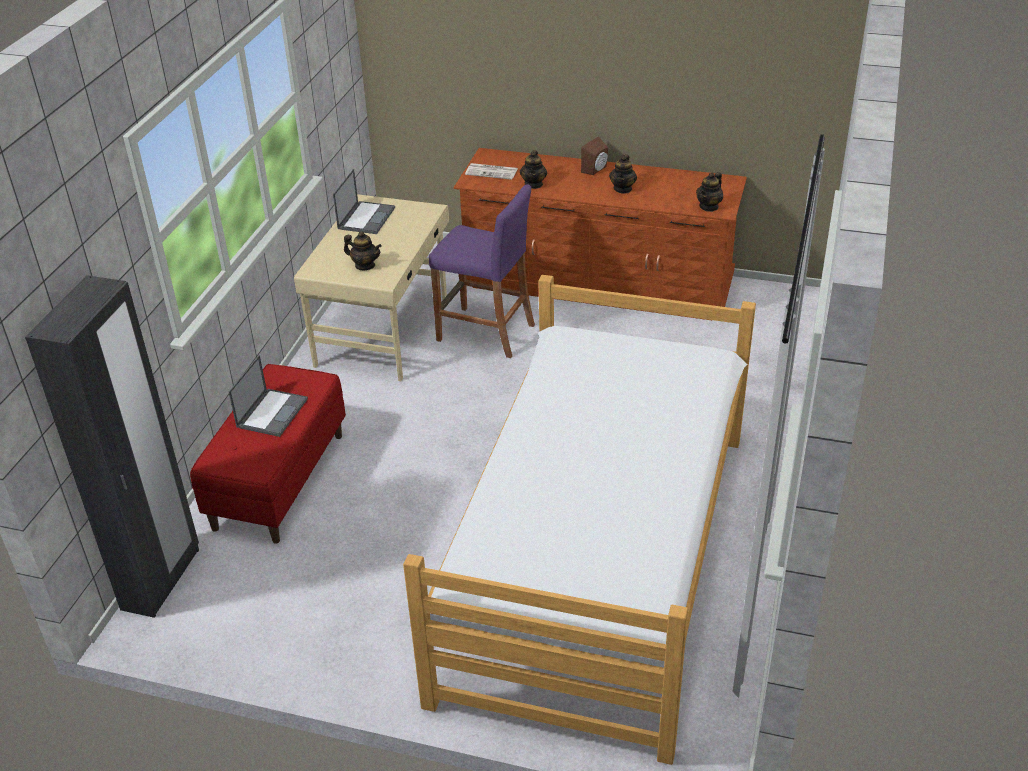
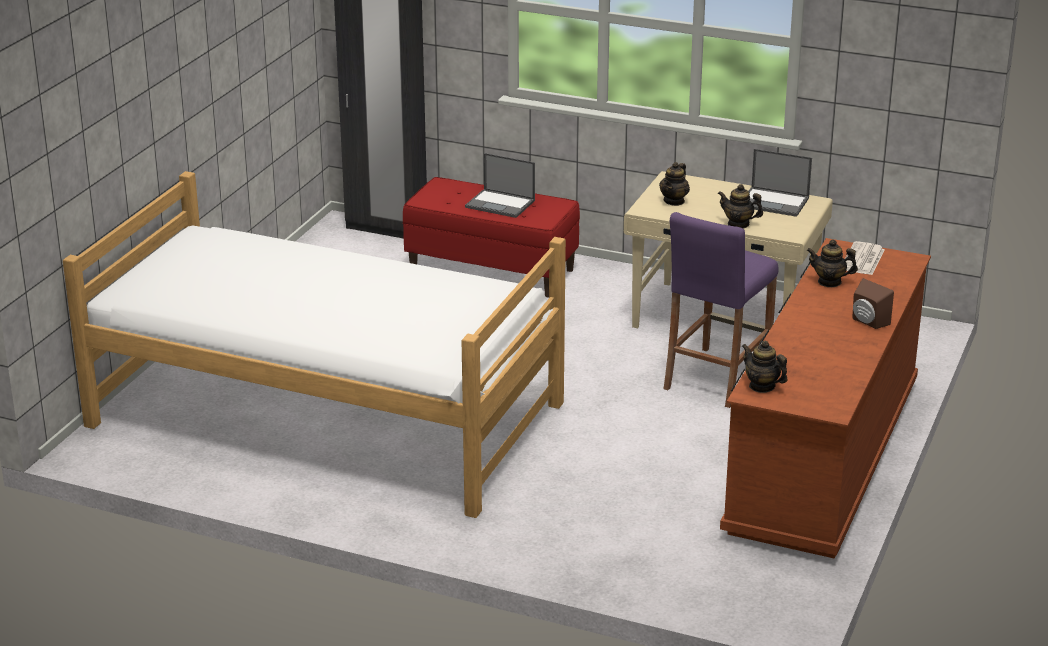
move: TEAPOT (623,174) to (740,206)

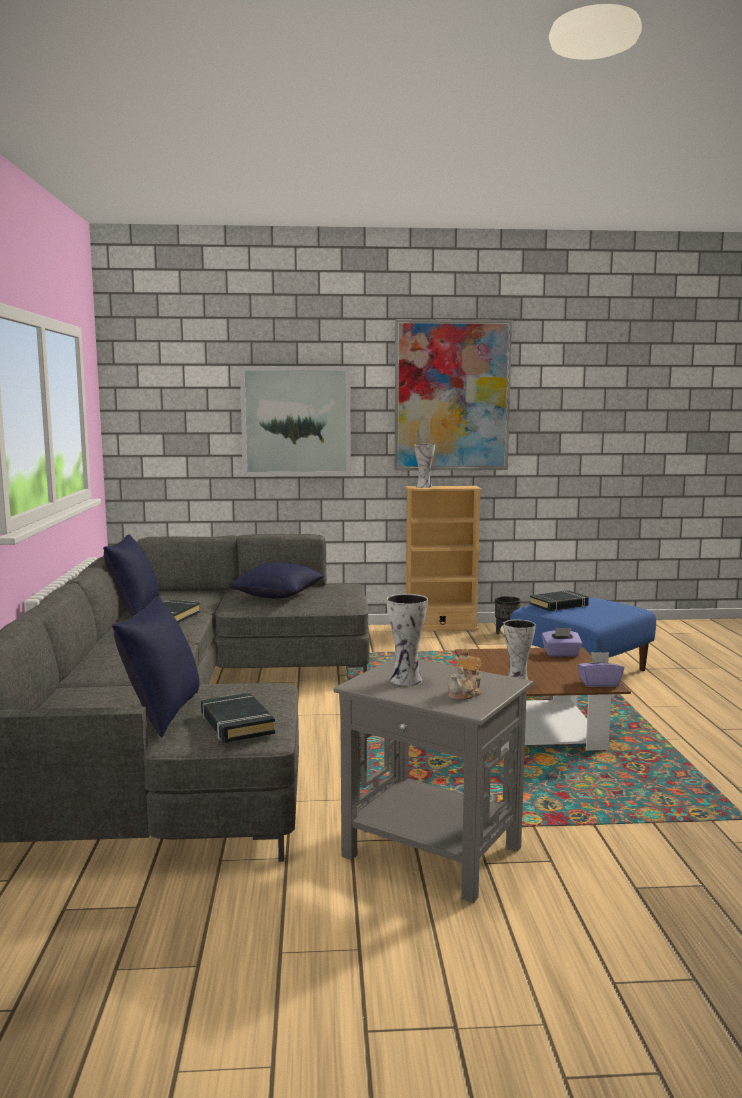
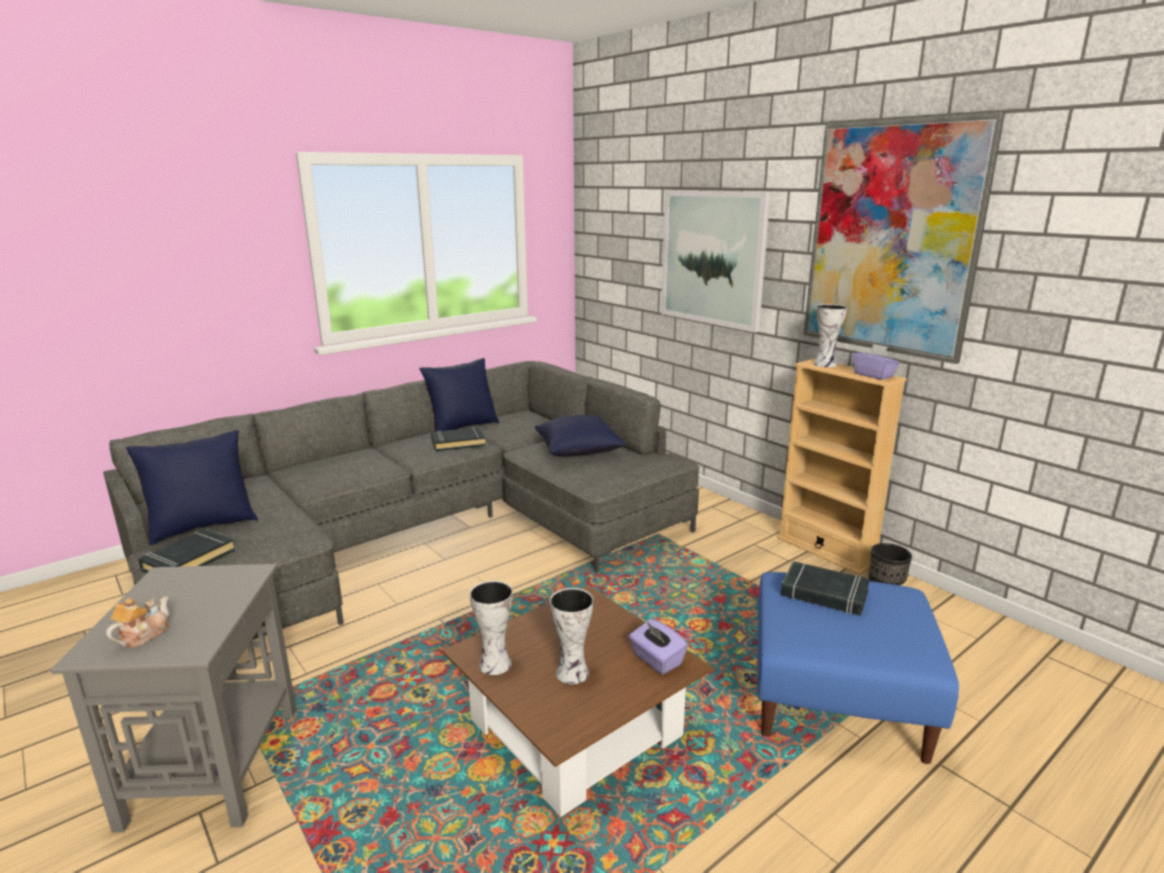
move: FLOWER VASE (407,640) to (571,636); PURPLE TISSUE BOX (600,669) to (876,362)
rotate: TEAPOT (465,674) = (138,622) 120 degrees clockwise

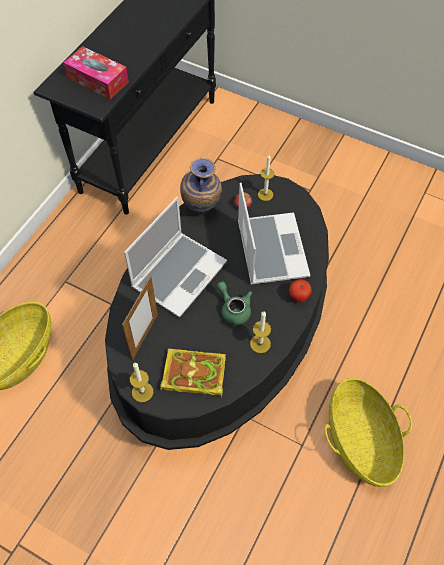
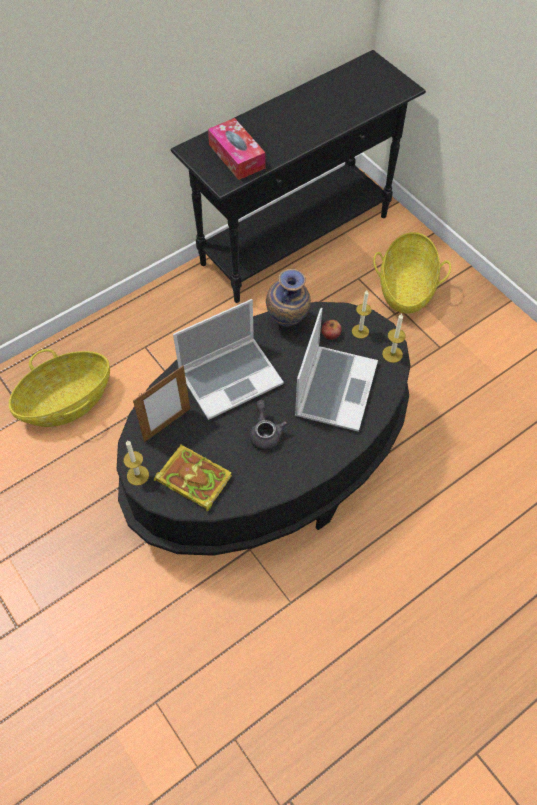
delete: APPLE FRUIT (300,291)
move: HOUSEHOLD BASKET (368,432) to (412,273); CANDLE (260,332) to (394,338)
recolor: GREENISH TEAPOT (234,303) to GRAY TEAPOT (269,425)

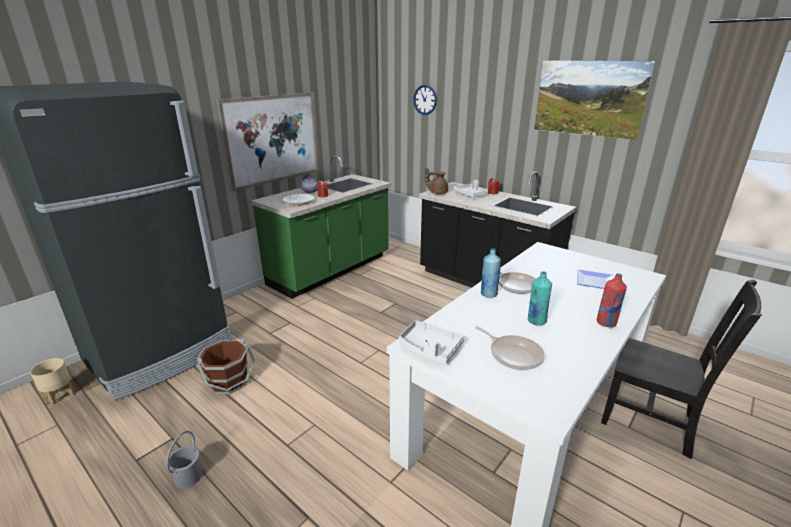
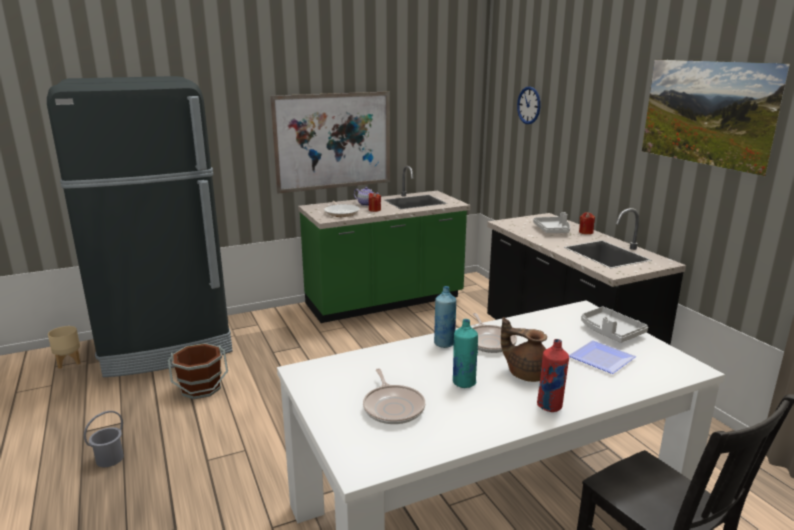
move: BROWN TEAPOT (436,181) to (524,349); GRAY TRAY (431,342) to (614,325)

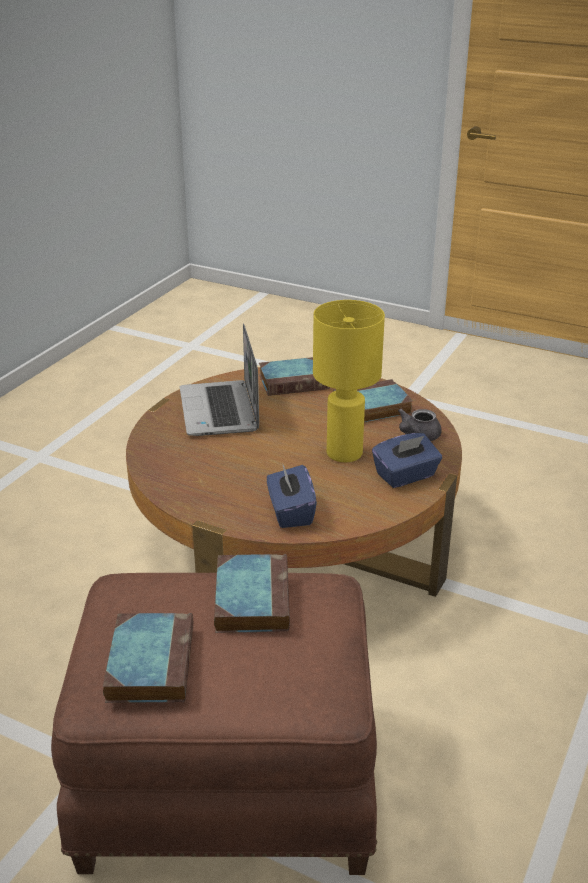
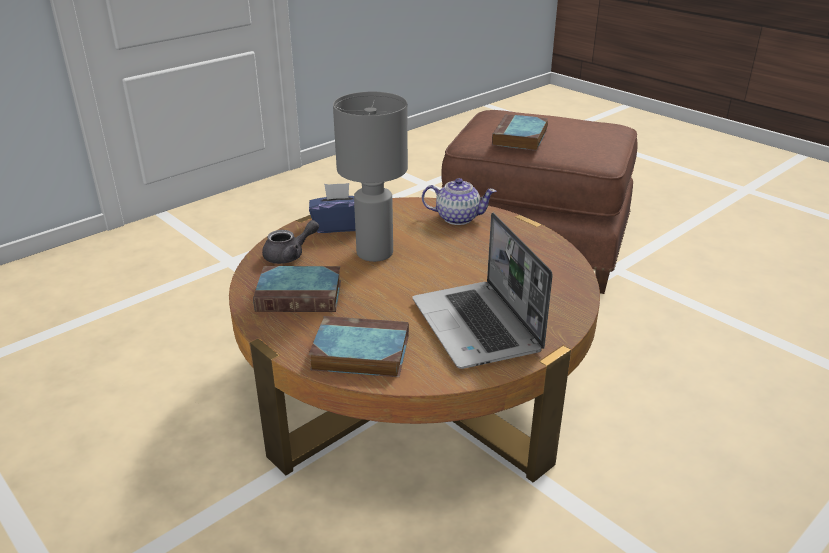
delete: BOUND BOOK (148,658)
replace: BLUE-COLOURED TISSUE BOX (292,496) to TEAPOT (459,201)
recolor: YELLOW TABLE LAMP (349,381) to GRAY TABLE LAMP (370,177)
rotate: LAPTOP (219,379) = (482,291) 150 degrees clockwise

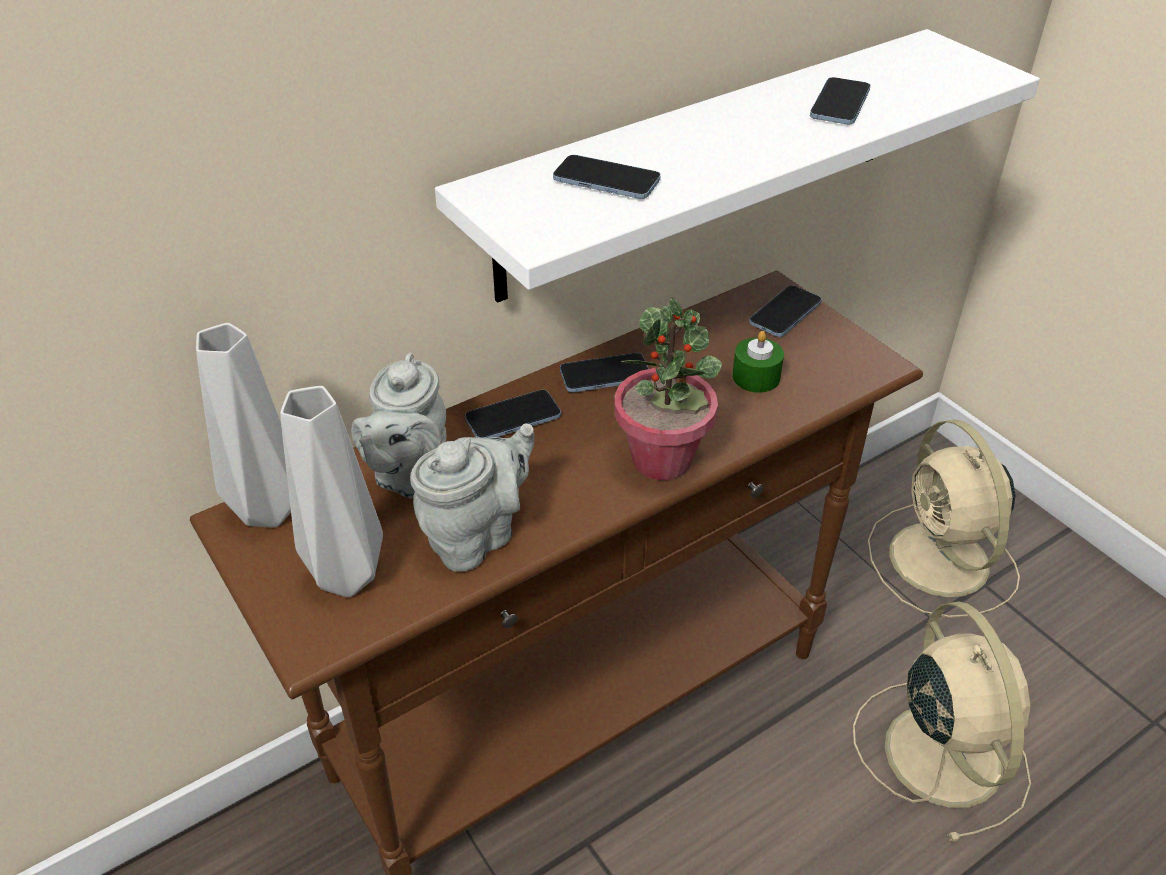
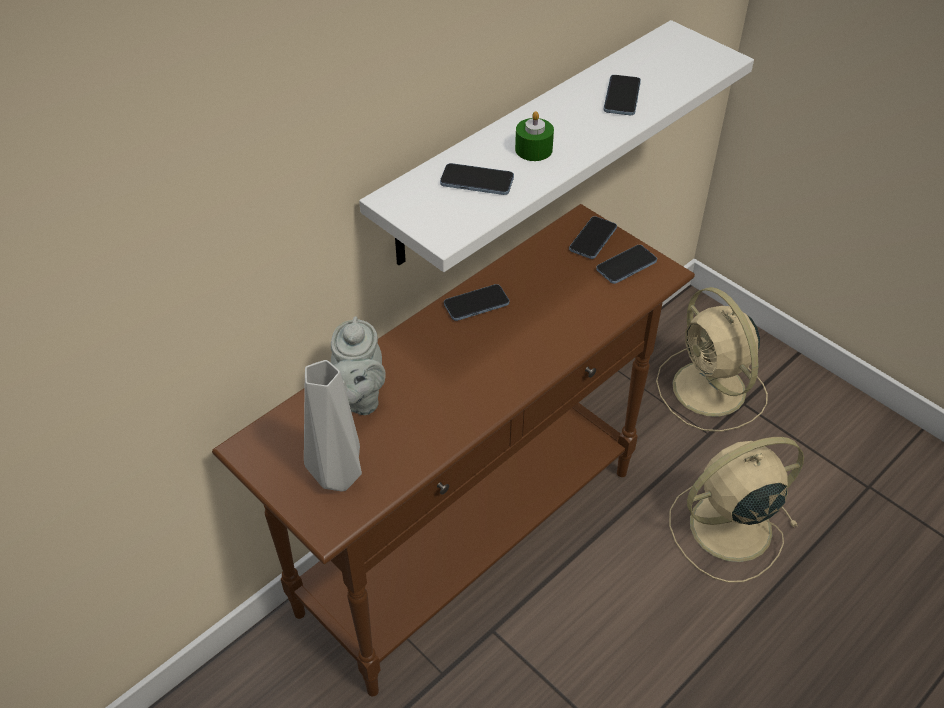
delete: GRAY FLOWER VASE (243,425); GRAY TEAPOT (472,497); HOUSEPLANT (668,388)
move: GREENISH CANDLE (758,362) to (534,136); PHONE (513,414) to (626,264)
rotate: BEIGE-COLOURED ELECTRIC FAN (942,722) = (736,510) 90 degrees counterclockwise

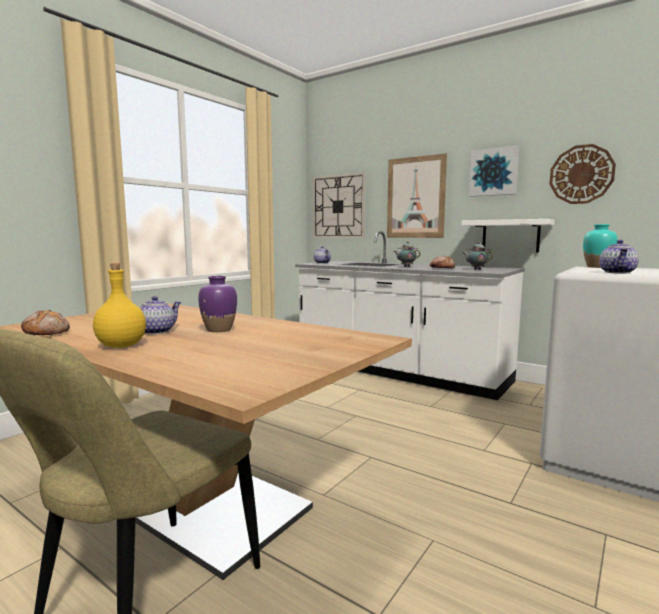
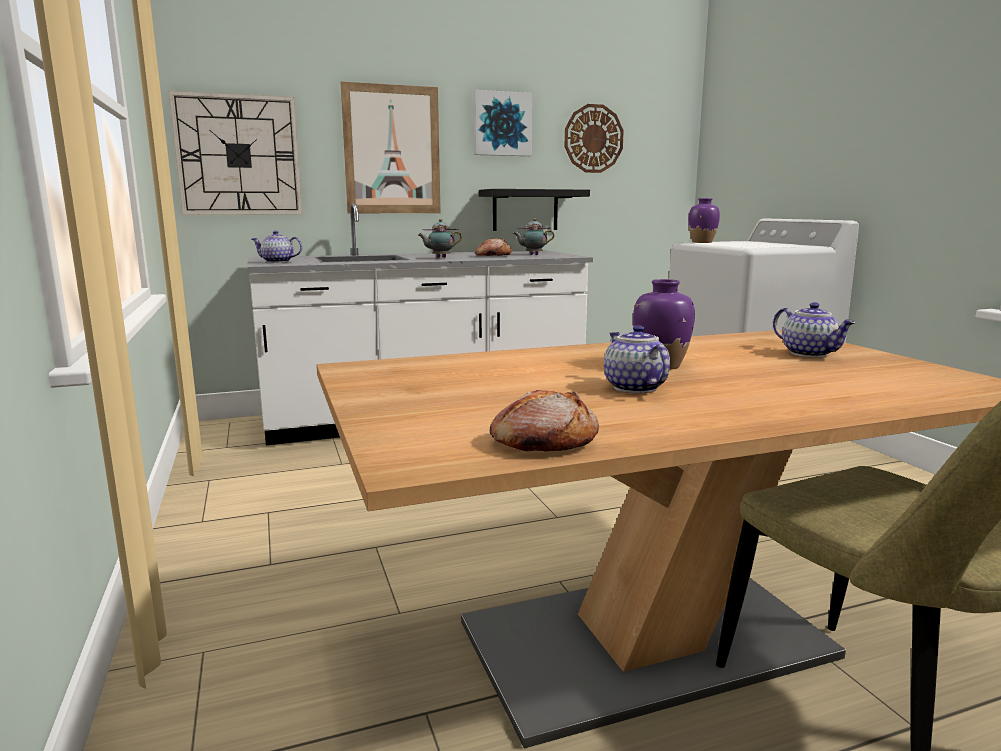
delete: YELLOW BEVERAGE BOTTLE (119,305)
move: TEAPOT (619,257) to (814,330)
recolor: WHITISH WALL SHELF (508,235) to BLACK-COLOURED WALL SHELF (534,210); TURQUOISE FLOWER VASE (600,246) to PURPLE FLOWER VASE (704,220)

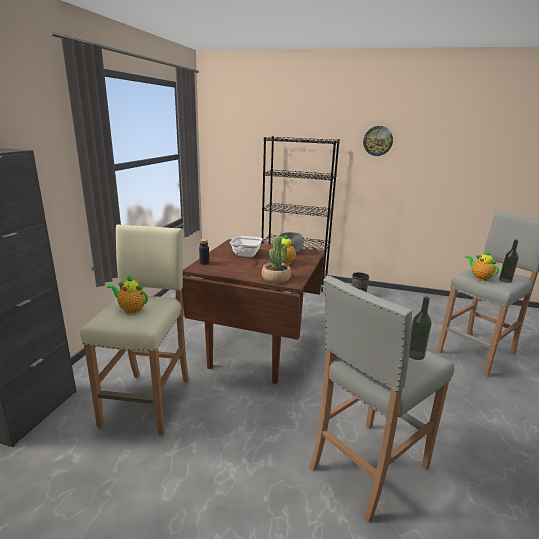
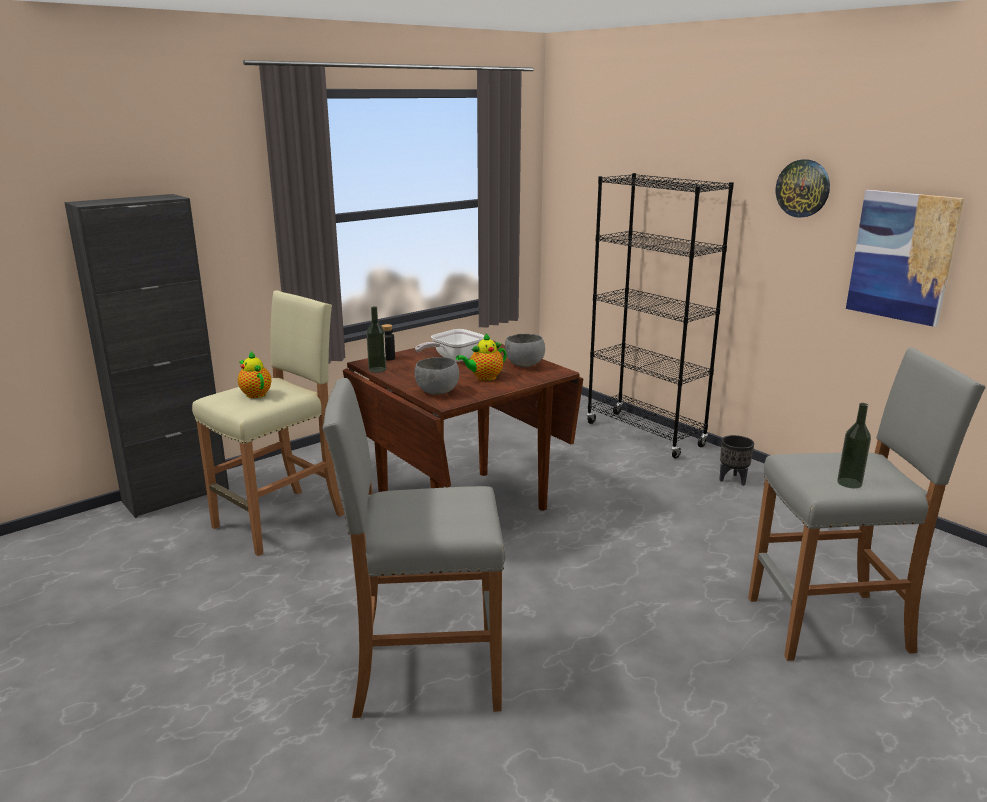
delete: TEAPOT (482,266)
insert: PICTURE (905,258)
move: BEVERAGE BOTTLE (420,328) to (376,339)
replace: HOUSEPLANT (276,259) to GRAY SERVING BOWL (437,376)

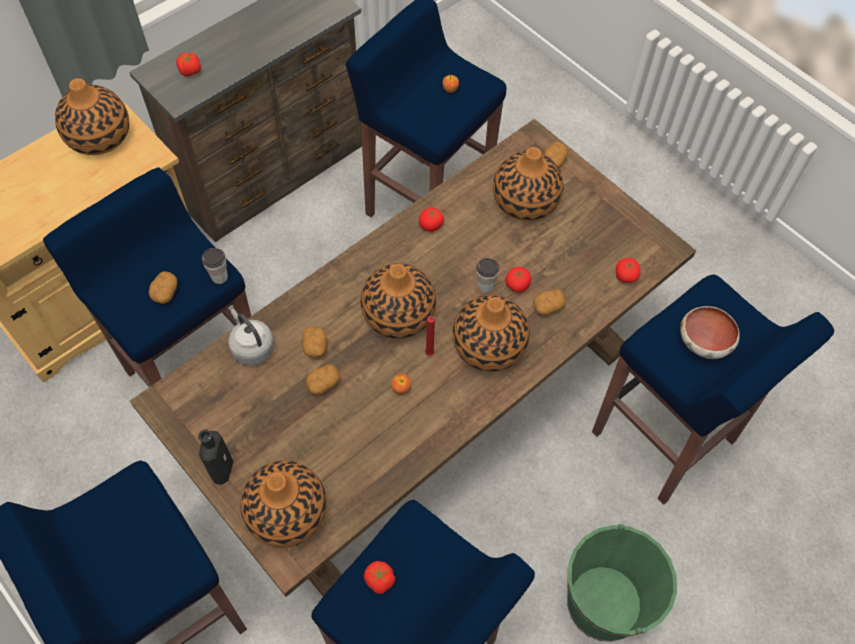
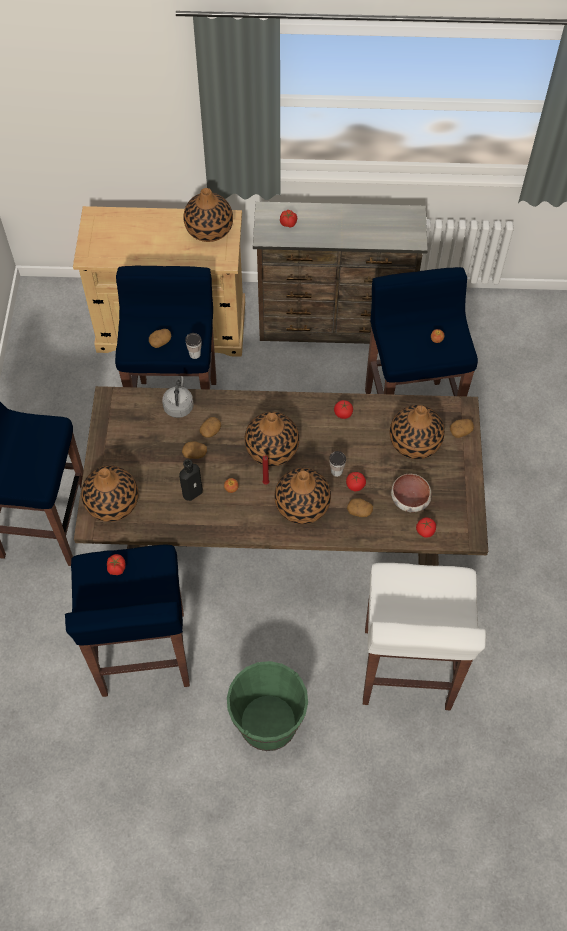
move: BLACK-COLOURED BEVERAGE BOTTLE (215,457) to (191,480); SERVING BOWL (710,332) to (411,493)
recolor: BLUE-COLOURED SITTING STOOL (713,390) to WHITISH SITTING STOOL (424,636)

